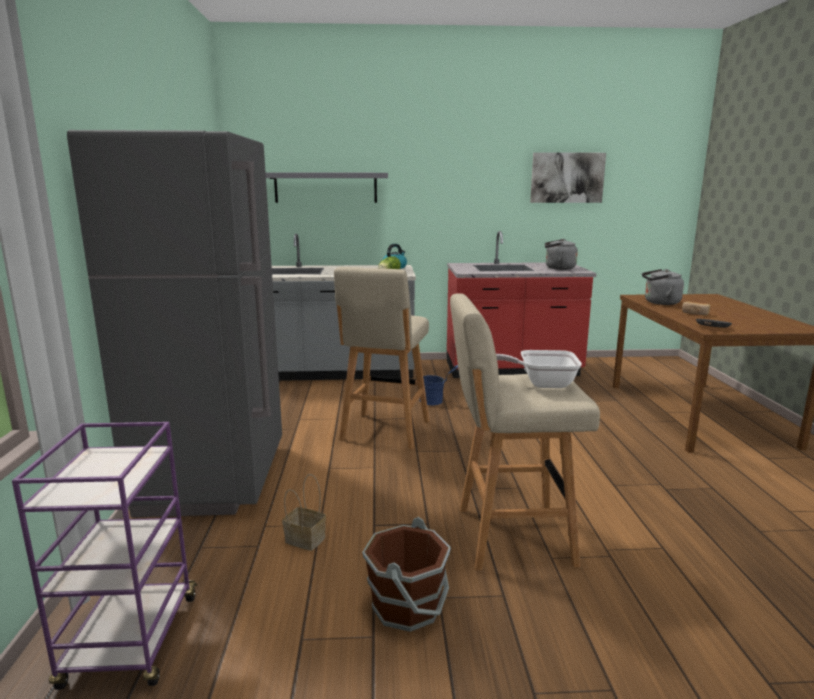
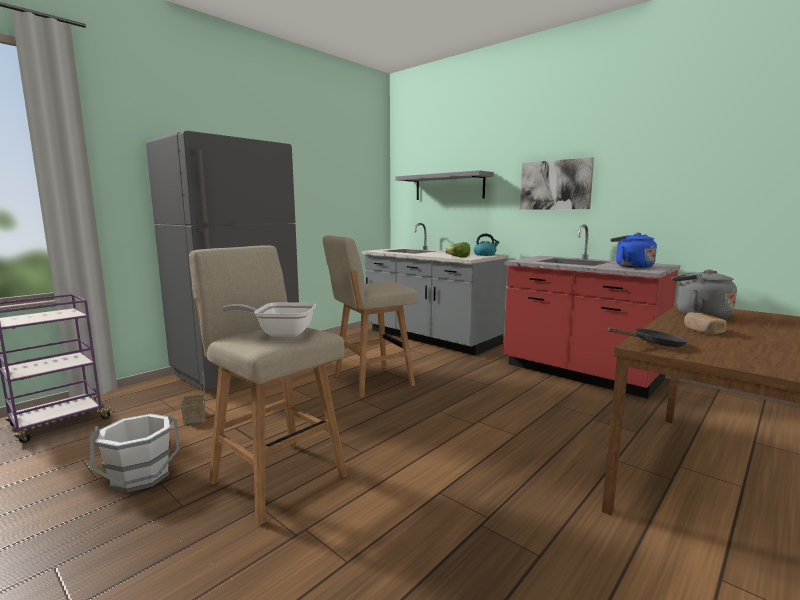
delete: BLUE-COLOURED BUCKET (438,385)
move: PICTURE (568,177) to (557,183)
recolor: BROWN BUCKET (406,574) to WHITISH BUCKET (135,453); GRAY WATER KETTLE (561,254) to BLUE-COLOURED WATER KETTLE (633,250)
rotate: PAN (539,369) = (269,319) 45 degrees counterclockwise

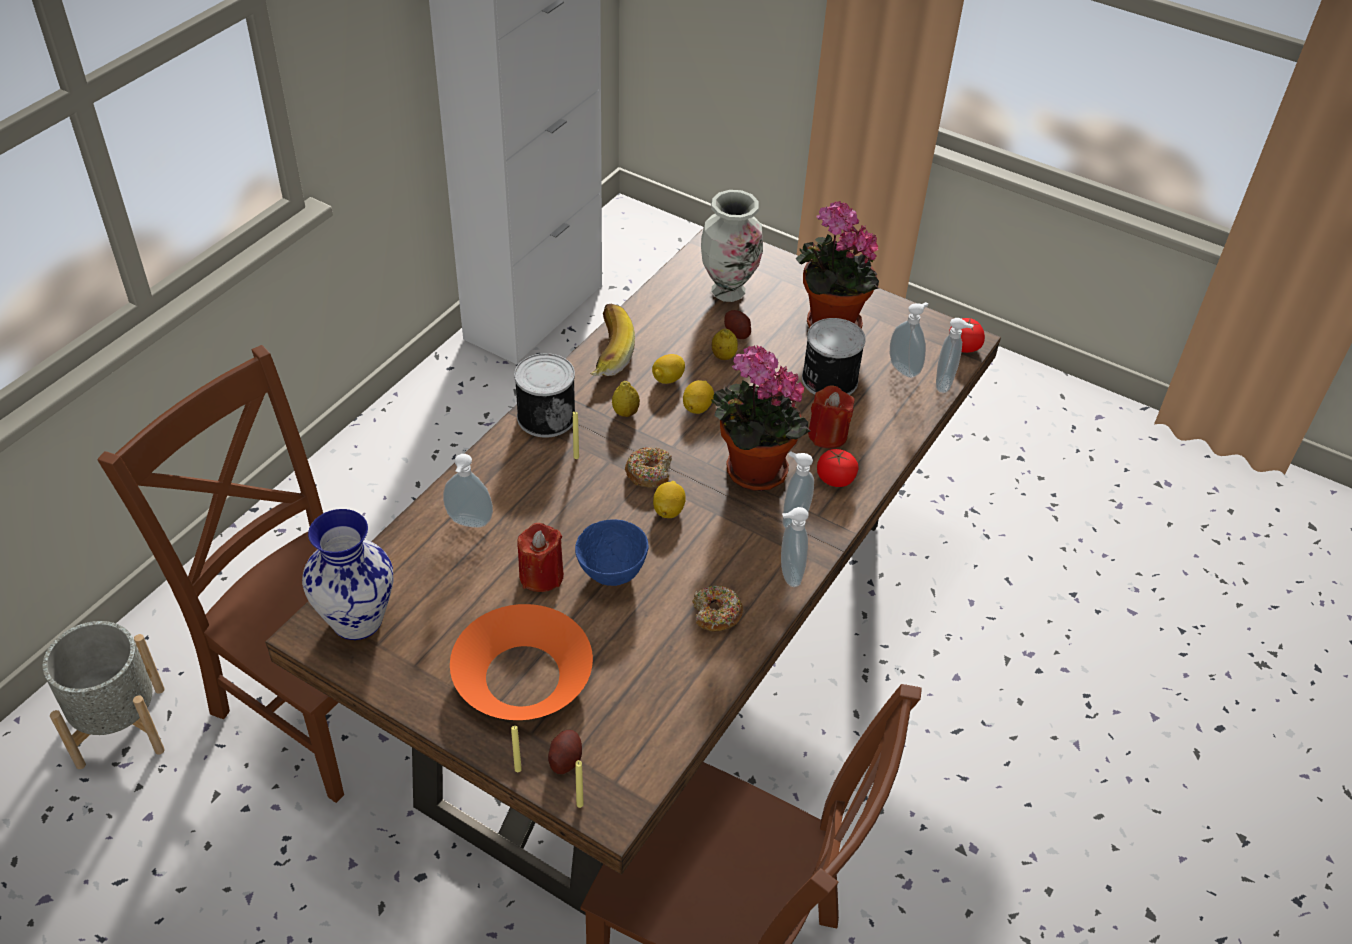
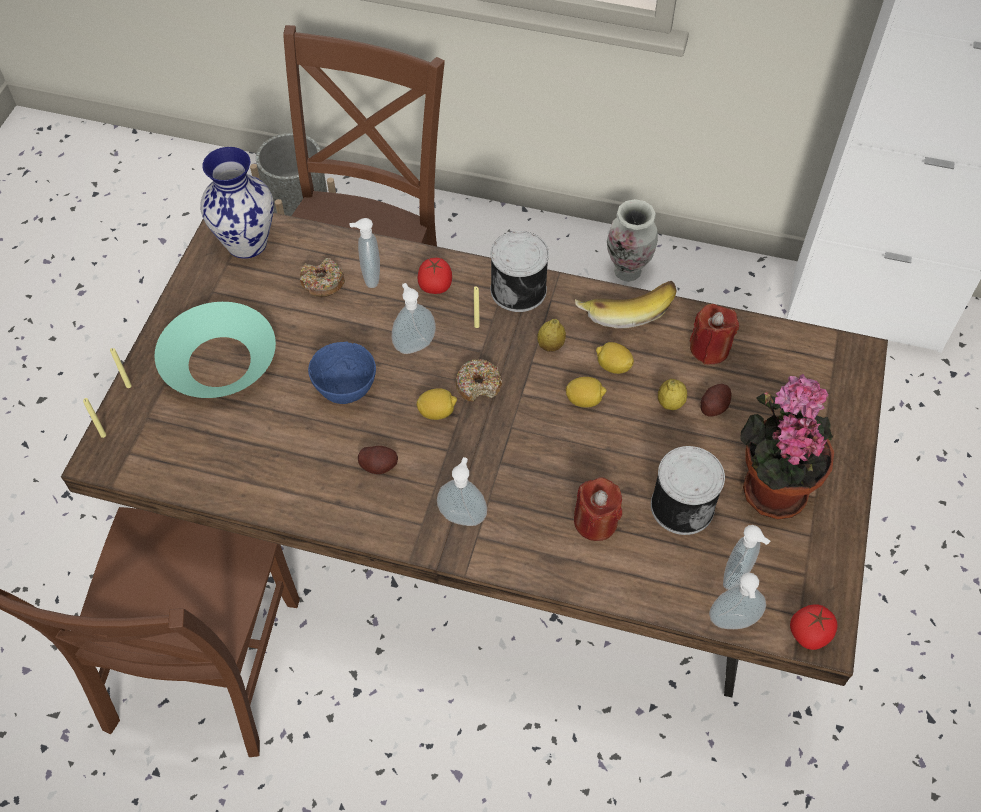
delete: HOUSEPLANT (760,418)
move: RING DOUGHNUT (718,608) to (322,277); WHOLE POTATO (565,752) to (378,460); SOAP BOTTLE (795,547) to (414,318); WHOLE TOMATO (838,468) to (435,276); FLOWER VASE (732,246) to (632,240); RED CANDLE (540,557) to (714,334)
recolor: ORANGEY SERVING BOWL (521,662) to TURQUOISE SERVING BOWL (215,350)

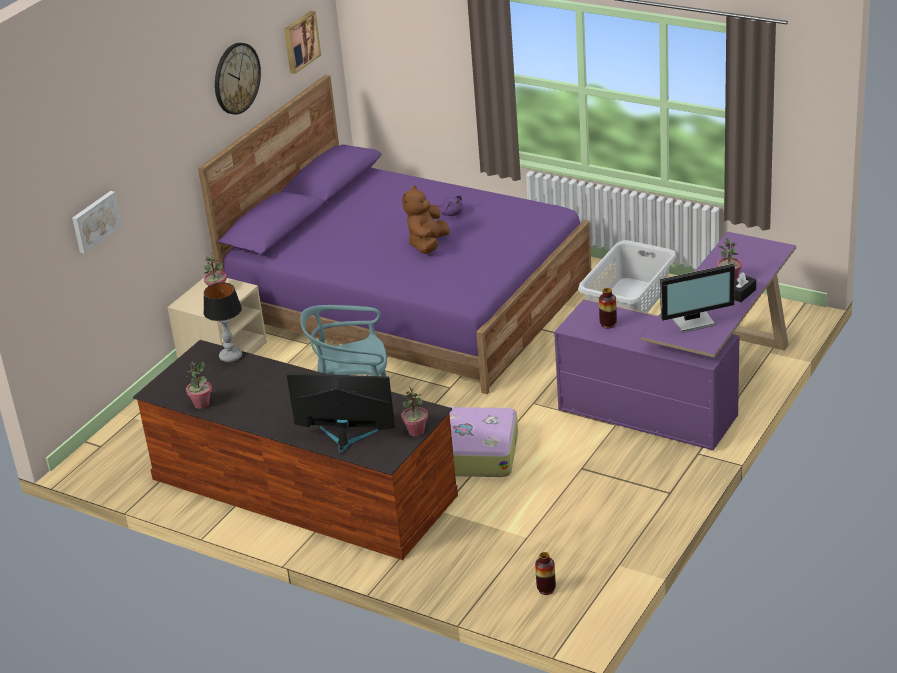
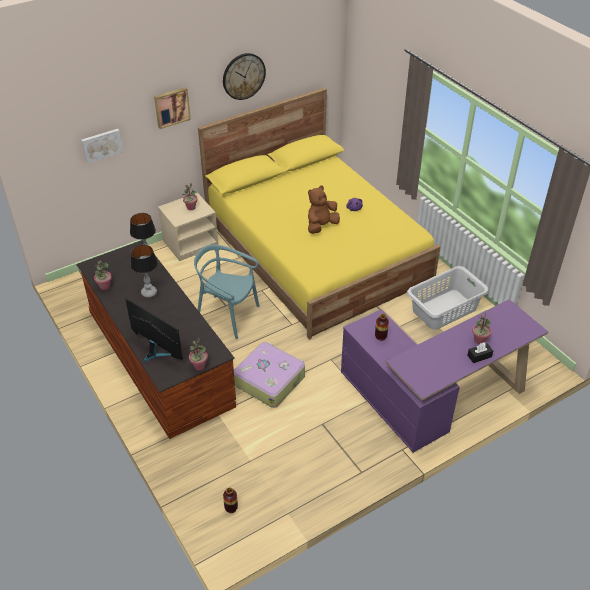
delete: MONITOR (697,298)
insert: TABLE LAMP (144,271)
move: PICTURE (302,42) to (172,108)
recolor: PURPLE BED (394,234) to YELLOW BED (319,214)

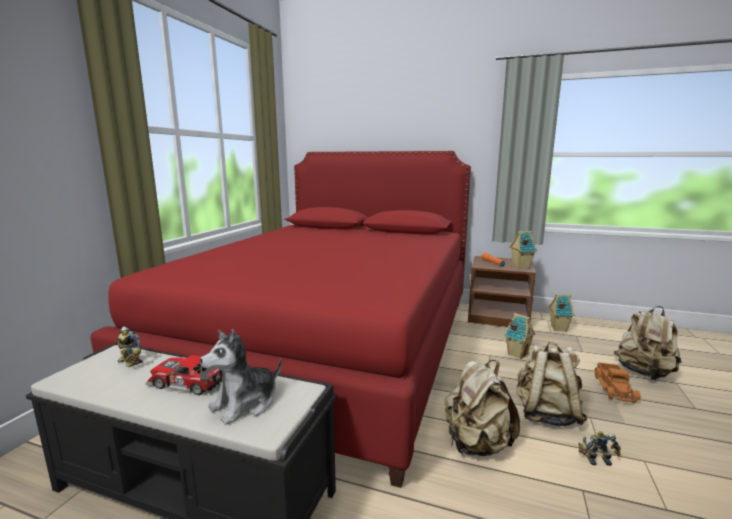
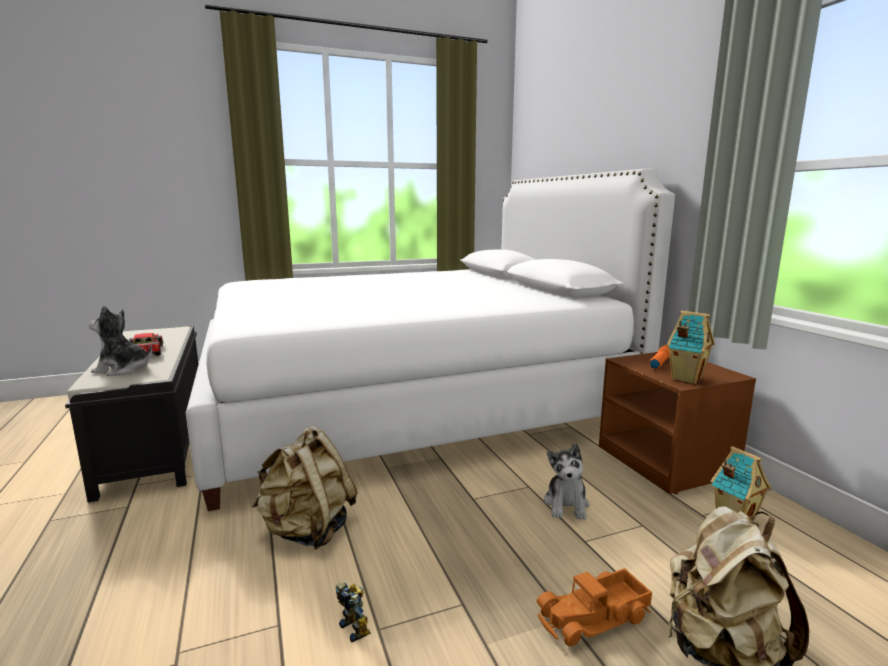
delete: TOY ROBOT (130,346); BEIGE-COLOURED BACKPACK (552,384)
replace: MINIATURE HOUSE (519,336) to PLUSH TOY (566,481)
recolor: RED BED (280,319) to WHITISH BED (430,340)

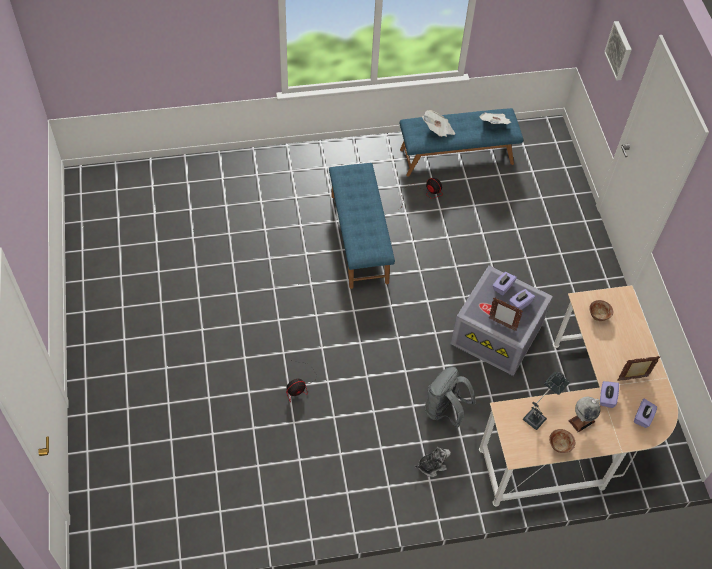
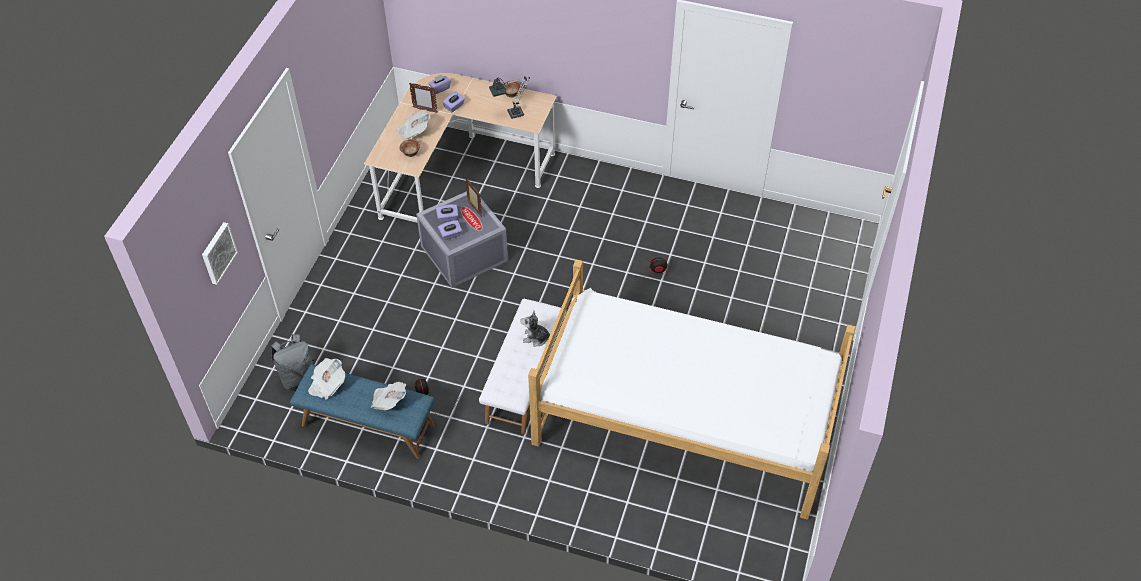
delete: WORLD GLOBE (585,414)
insert: PRINTED PAPER (413,125); BED (692,390)
move: GRAY BACKPACK (450,397) to (292,362); PLUSH TOY (433,462) to (535,329)
recolor: BLUE-COLOURED BENCH (362,226) to WHITISH BENCH (522,366)

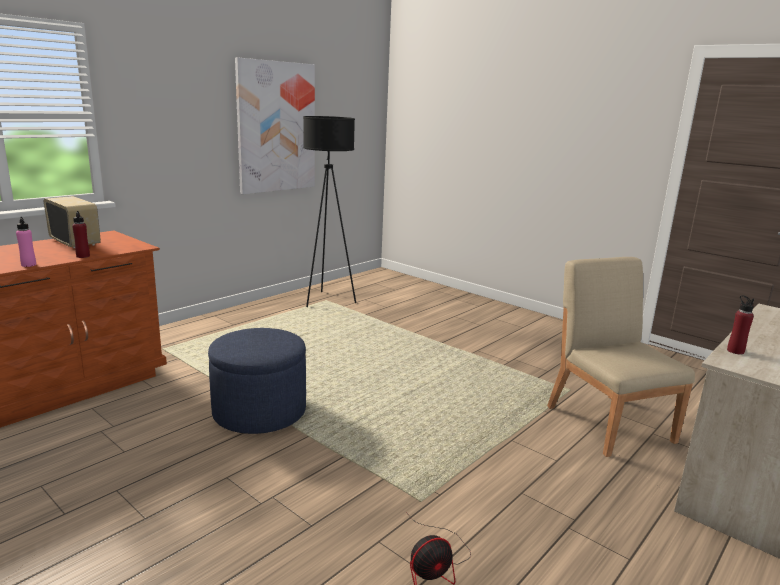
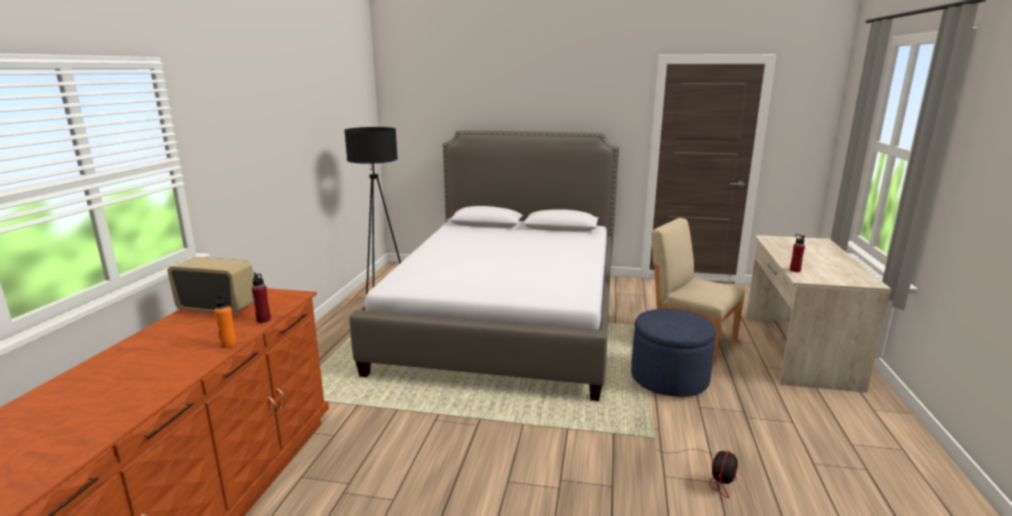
delete: PICTURE (275,126)
insert: BED (484,265)
move: BLUE-COLOURED POUFFE (257,381) to (673,353)
recolor: PINKISH BEVERAGE BOTTLE (26,242) to ORANGEY BEVERAGE BOTTLE (226,320)

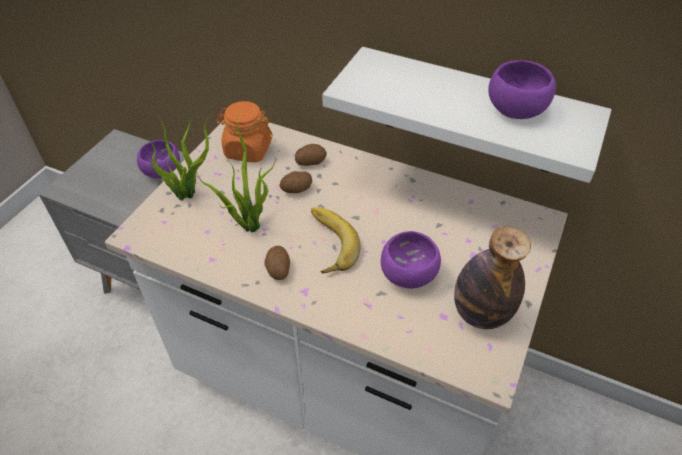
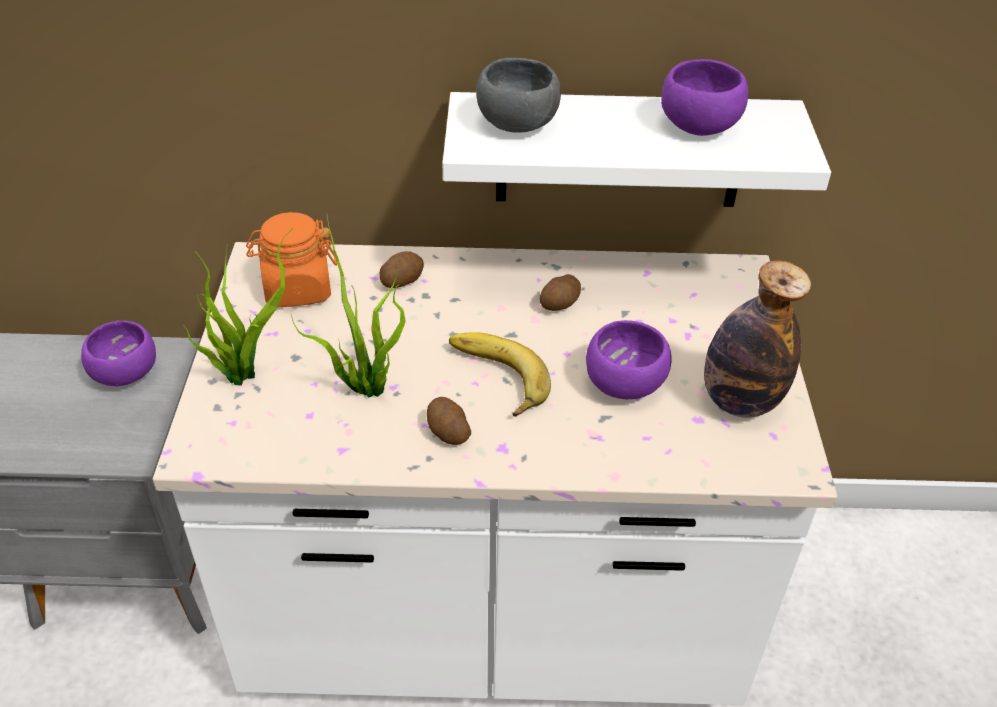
insert: GRAY SERVING BOWL (518,95)
move: WHOLE POTATO (295,182) to (560,292)

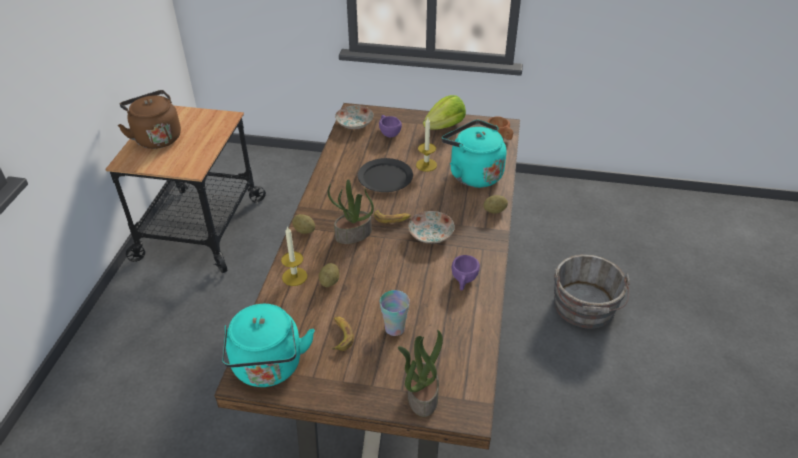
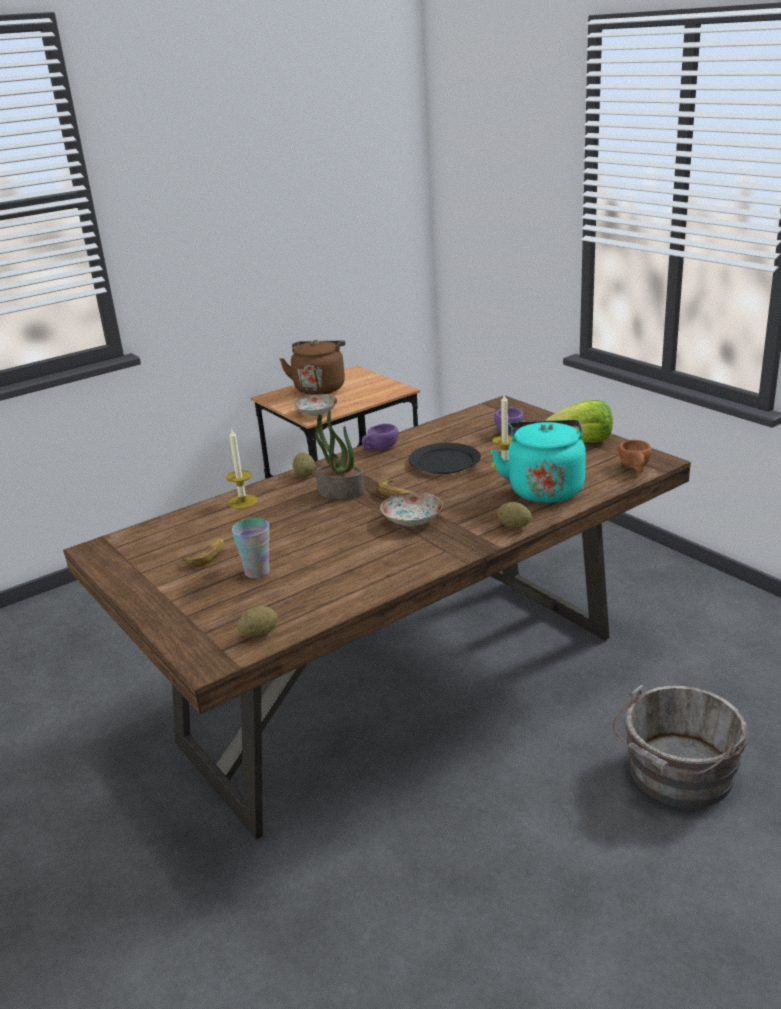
delete: TURQUOISE WATER KETTLE (268,345); HOUSEPLANT (420,373)
move: WHOLE POTATO (329,275) to (258,622); FLAT DISH (354,117) to (316,405); PURPLE SMALL CUP (465,273) to (380,437)

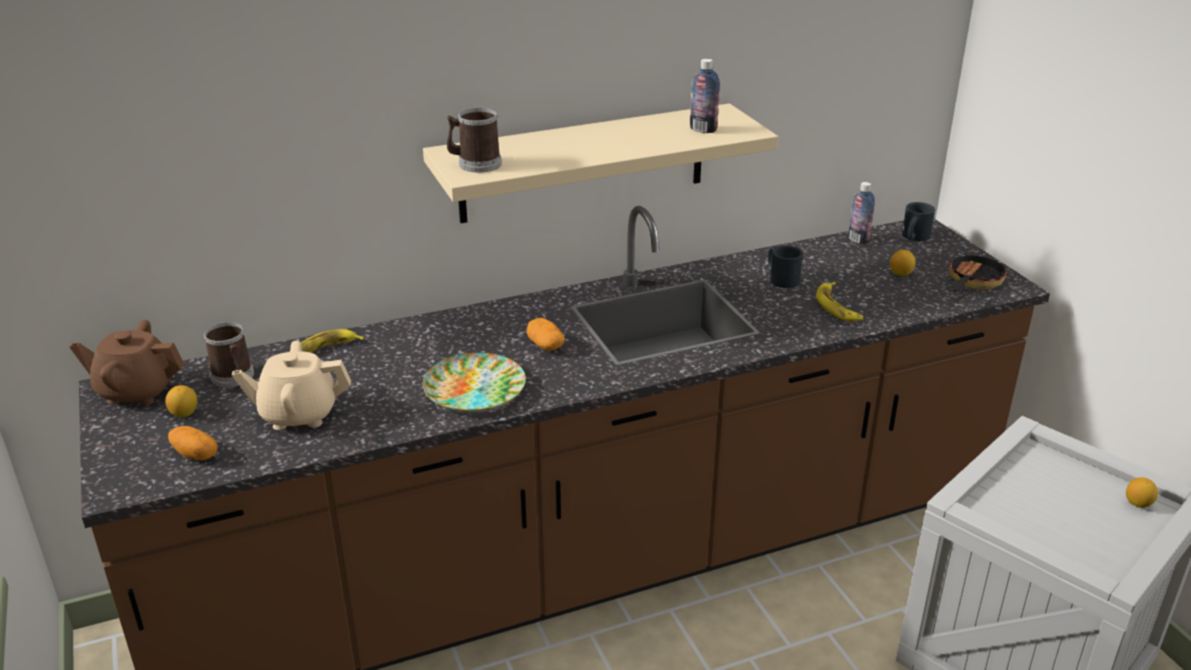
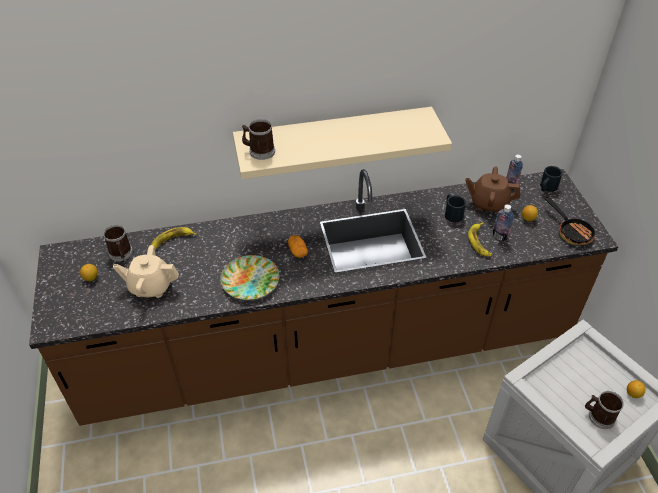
delete: WHOLE POTATO (192,443)
insert: MUG (604,410)
move: BROWN TEAPOT (126,363) to (492,190); BEVERAGE BOTTLE (705,96) to (503,222)
rotate: PAN (977,268) = (571,220) 105 degrees clockwise

